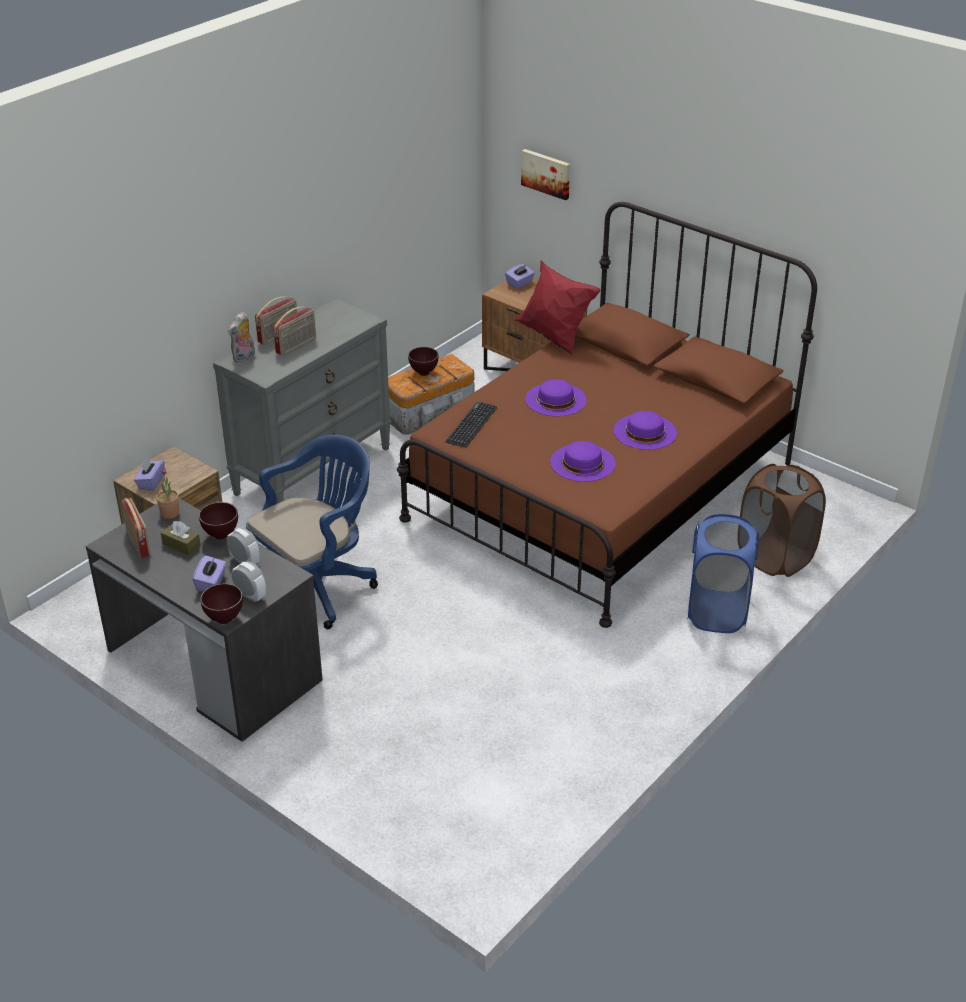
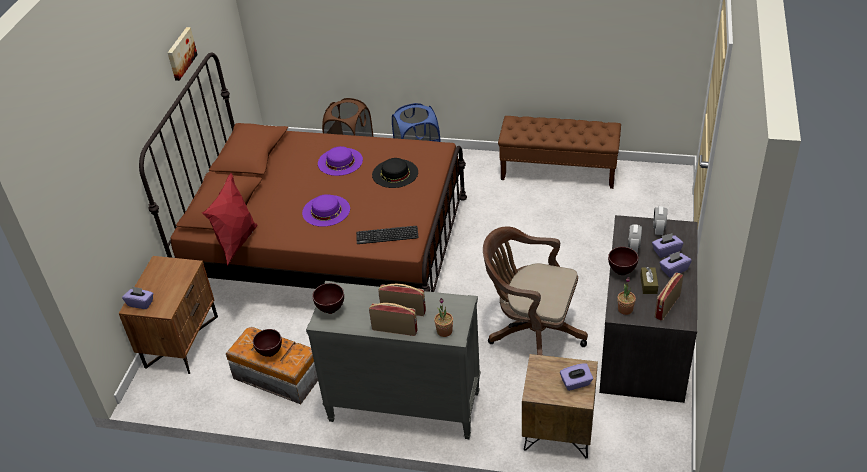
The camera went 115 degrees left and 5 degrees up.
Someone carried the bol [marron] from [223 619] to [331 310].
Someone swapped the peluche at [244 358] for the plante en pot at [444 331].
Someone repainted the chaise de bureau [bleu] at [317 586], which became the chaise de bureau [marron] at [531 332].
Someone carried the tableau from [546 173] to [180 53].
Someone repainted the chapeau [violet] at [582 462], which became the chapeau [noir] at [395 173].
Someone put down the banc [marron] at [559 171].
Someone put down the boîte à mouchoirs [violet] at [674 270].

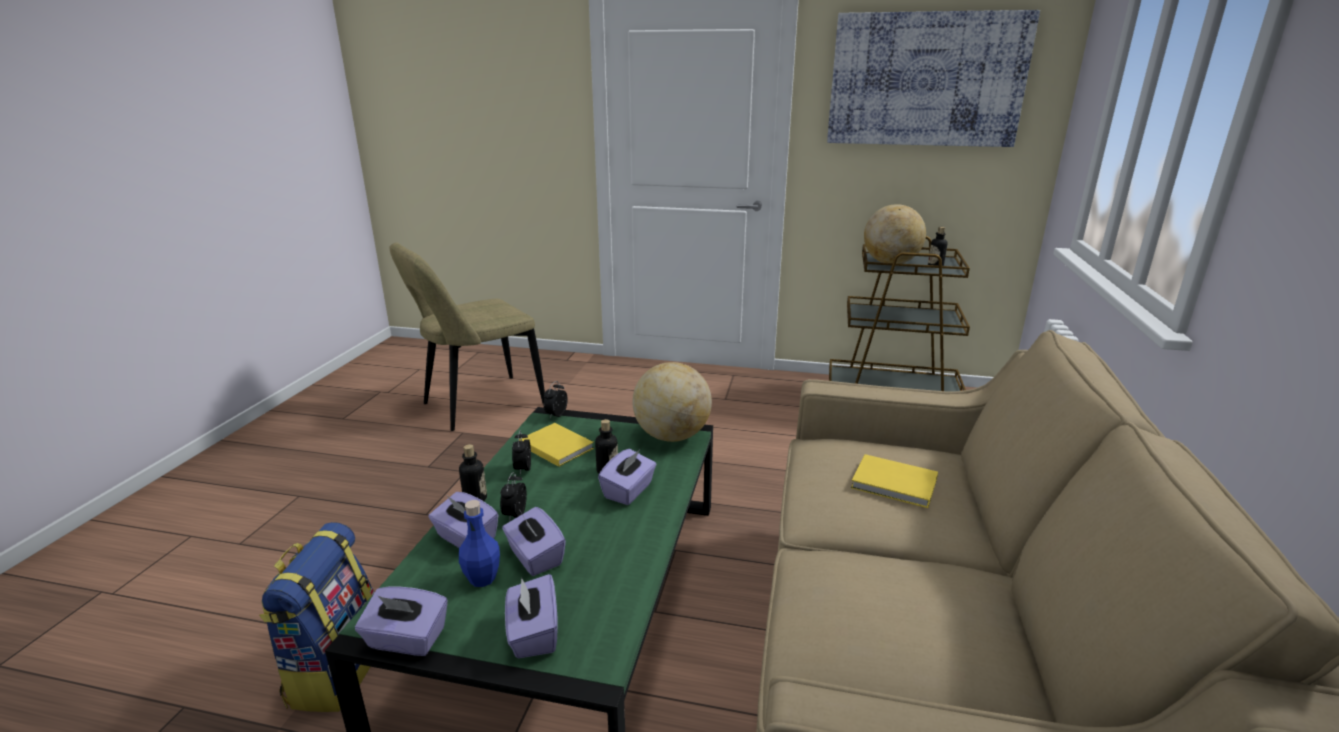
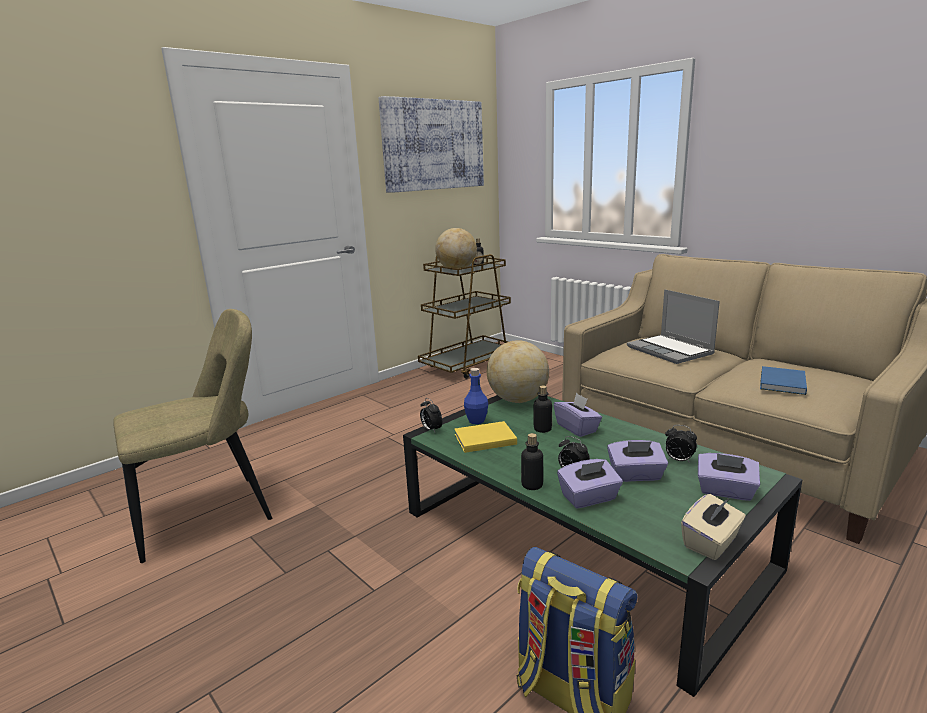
The camera went 55 degrees left and 5 degrees down.
Someone repainted the boîte à mouchoirs [violet] at [406 640], which became the boîte à mouchoirs [beige] at [711 542].
Someone rotated the chaise [beige] at [478 405] by 120 degrees counterclockwise.
Someone carried the bouteille [bleu] from [482 578] to [476 421].
Someone carried the réveil from [523 469] to [678 460].
Someone swapped the livre [jaune] at [896 485] for the ordinateur portable at [671 351].
Someone put down the livre [bleu] at [781 383].

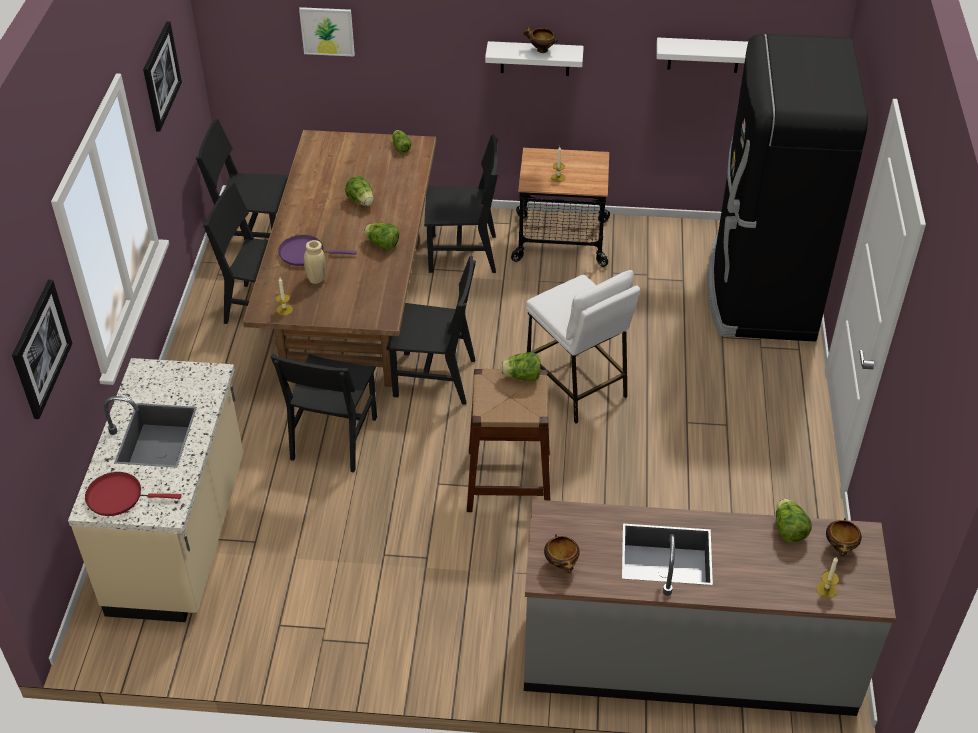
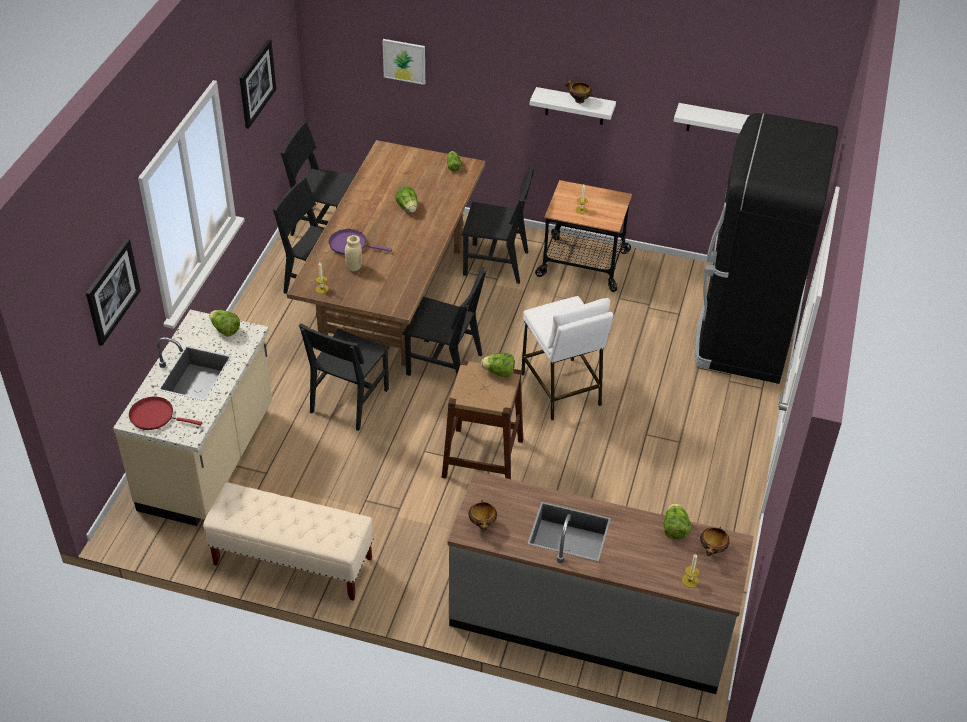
The camera went 10 degrees right and 0 degrees up.
Someone carried the laitue from [382 244] to [225 330].
Someone put down the banc [beige] at [292 561].

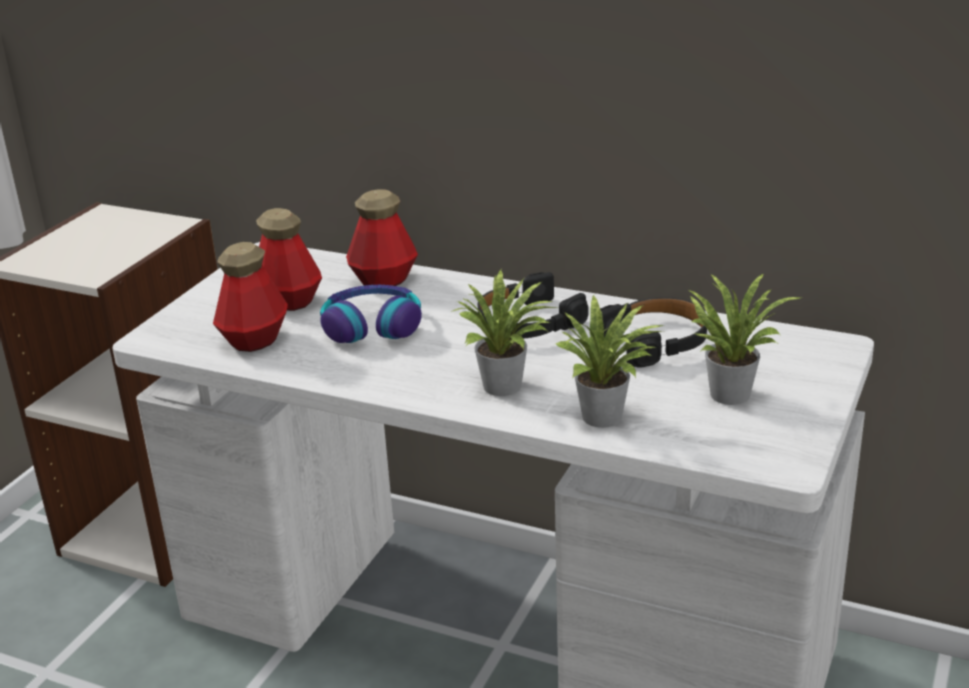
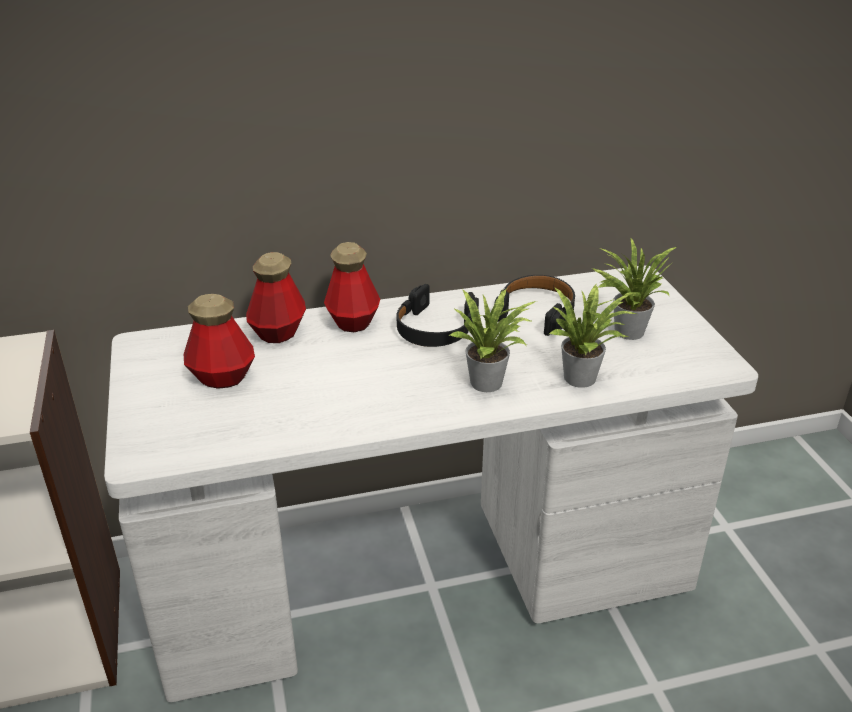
The camera went 40 degrees left and 5 degrees up.
Someone carried the bouteille from [254 340] to [353 322].
Someone took away the casque audio at [372 326].

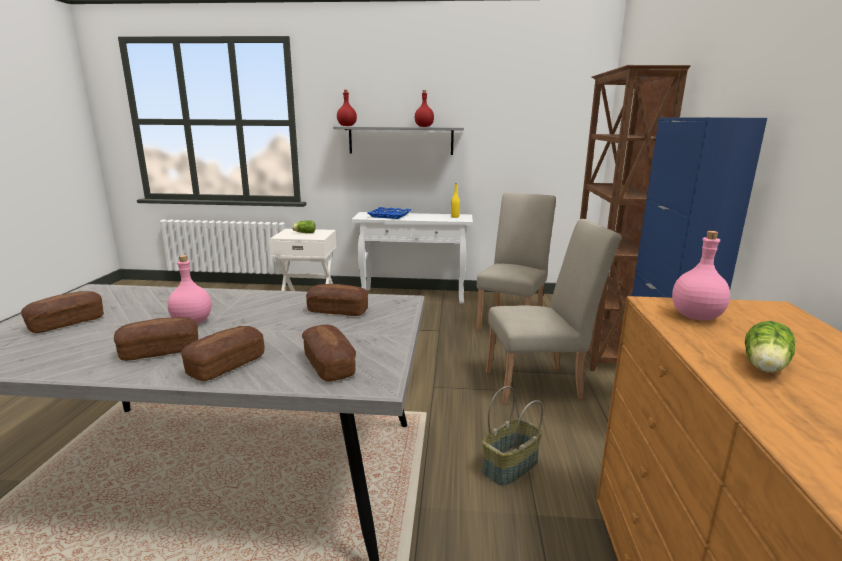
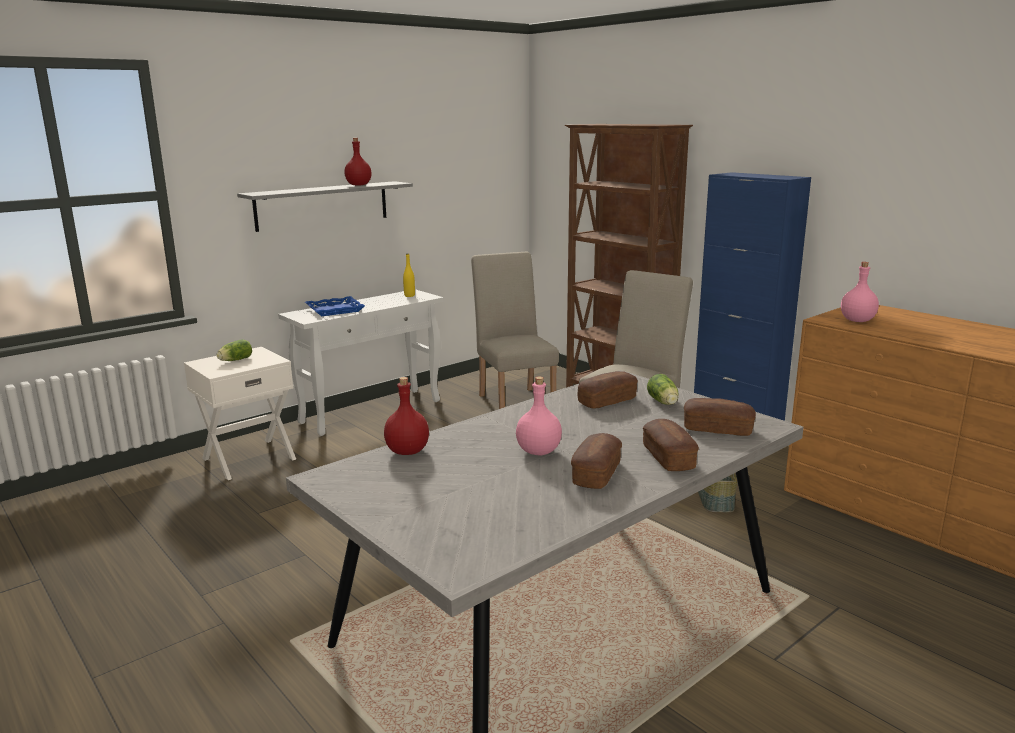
The camera went 45 degrees left and 0 degrees up.
Someone took away the pain at [67 323].
Someone carried the bouteille [rouge] from [346 126] to [407 452].
Someone carried the laitue from [764 367] to [663 402].

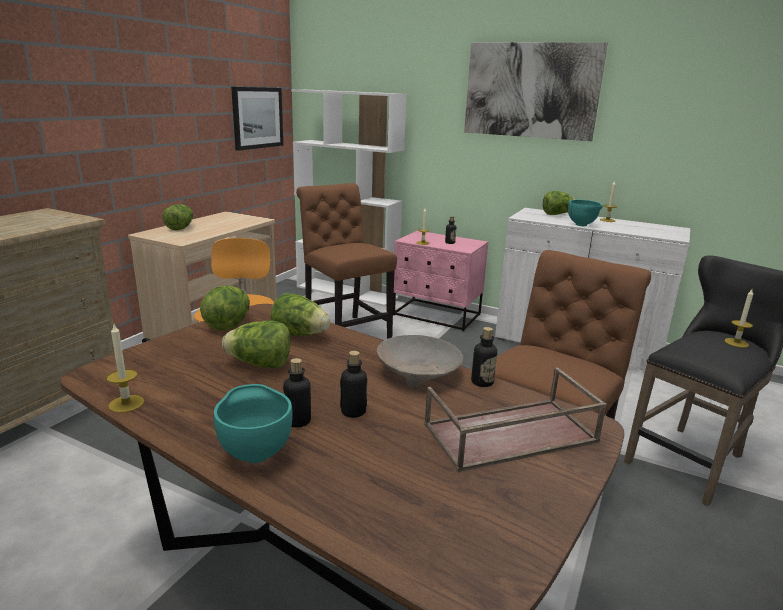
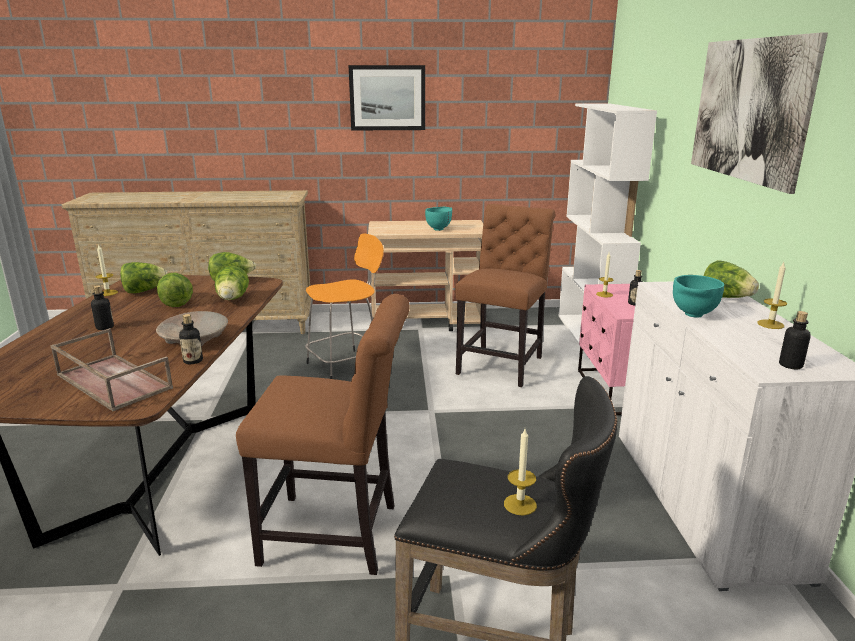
The camera went 60 degrees right and 0 degrees up.
Someone carried the laitue from [180 228] to [144 291].
Someone carried the bol [turquoise] from [255 452] to [439 229].
Someone carried the tableau from [257 118] to [387 98].
Someone carried the bouteille from [353 411] to [790 365].

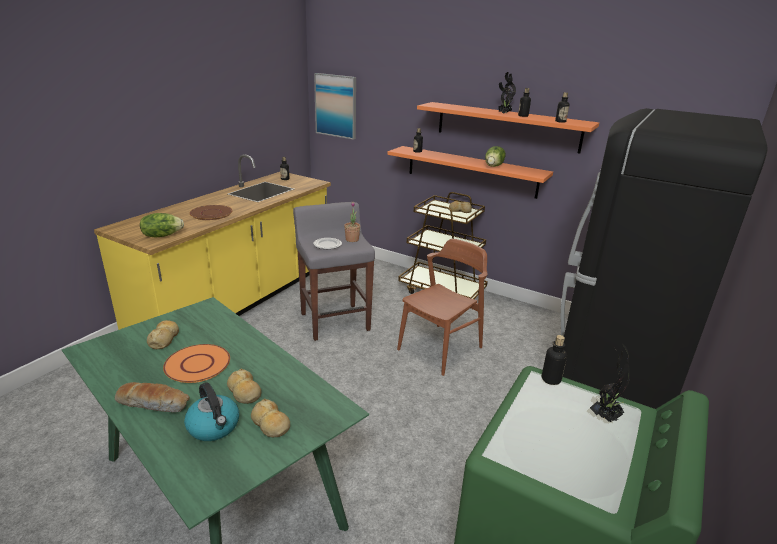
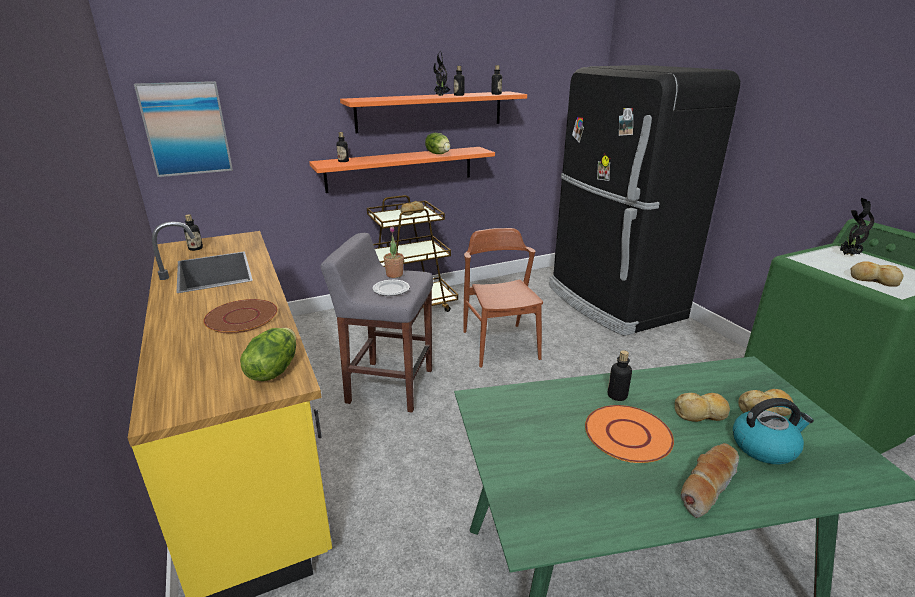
The camera went 55 degrees left and 0 degrees up.
Someone carried the pain from [164 339] to [873 280].
Someone carried the bouteille from [551 379] to [617 395].

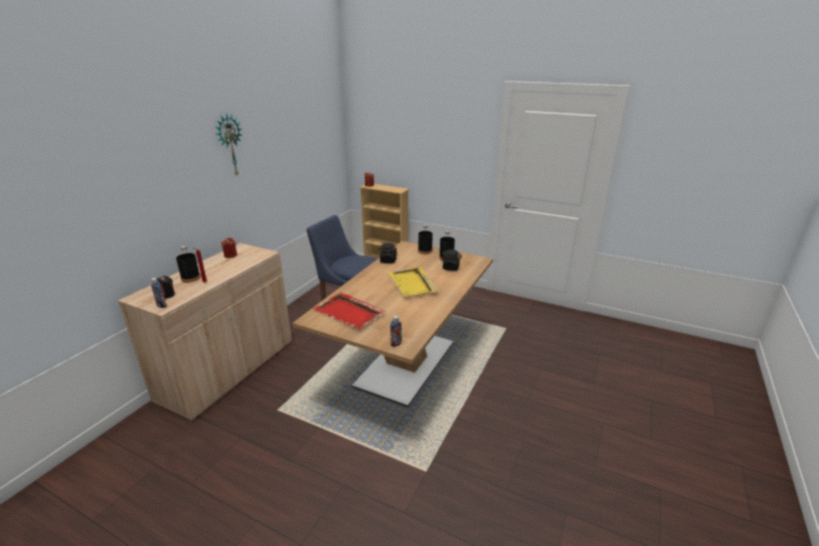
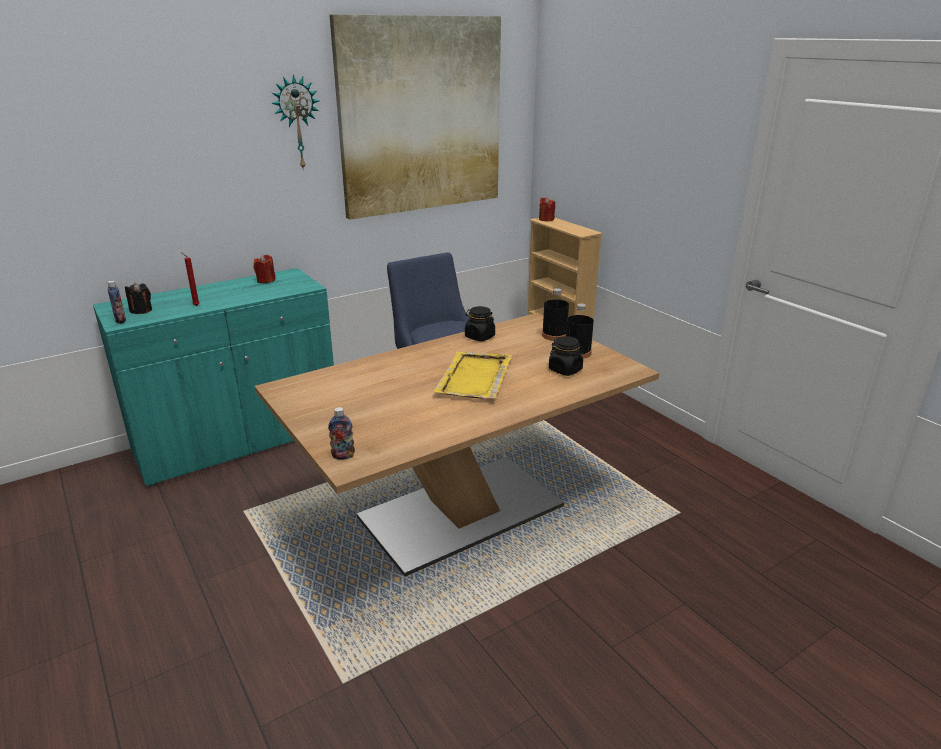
The camera went 30 degrees right and 0 degrees up.
Someone repainted the meuble de rangement [beige] at [228 370], which became the meuble de rangement [turquoise] at [239 440].
Someone took away the bouteille [noir] at [191 278].
Someone took away the plateau [rouge] at [349 313].
Someone put up the tableau at [421 116].

